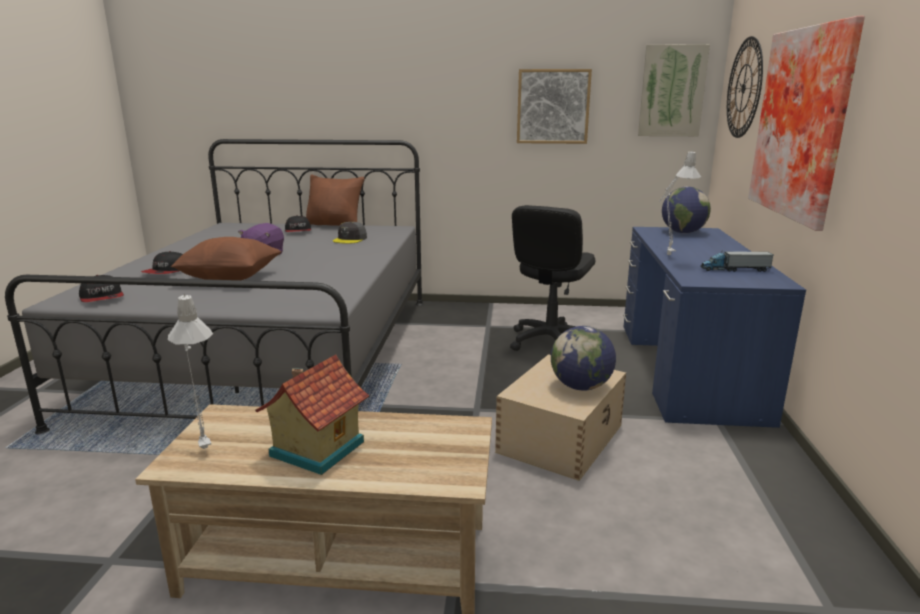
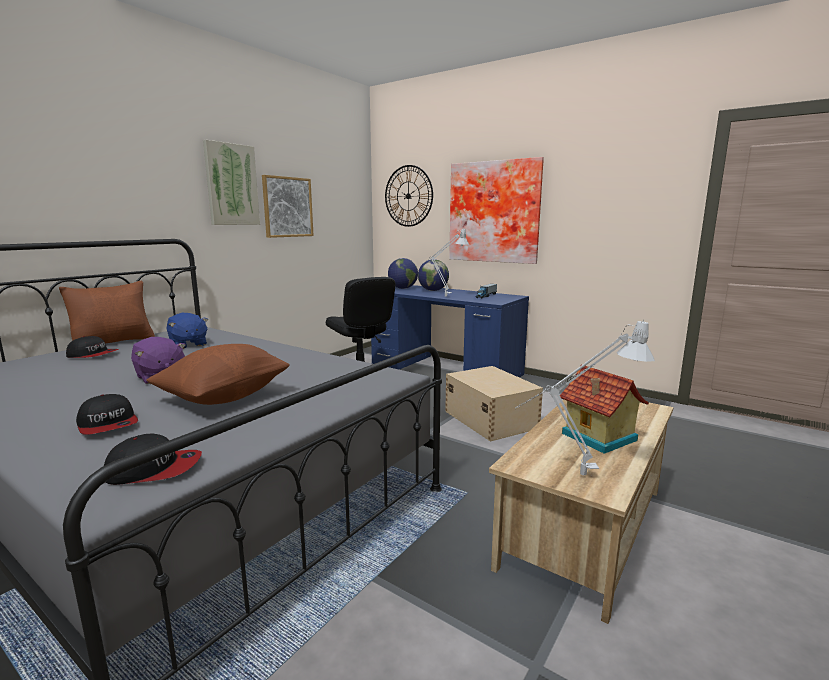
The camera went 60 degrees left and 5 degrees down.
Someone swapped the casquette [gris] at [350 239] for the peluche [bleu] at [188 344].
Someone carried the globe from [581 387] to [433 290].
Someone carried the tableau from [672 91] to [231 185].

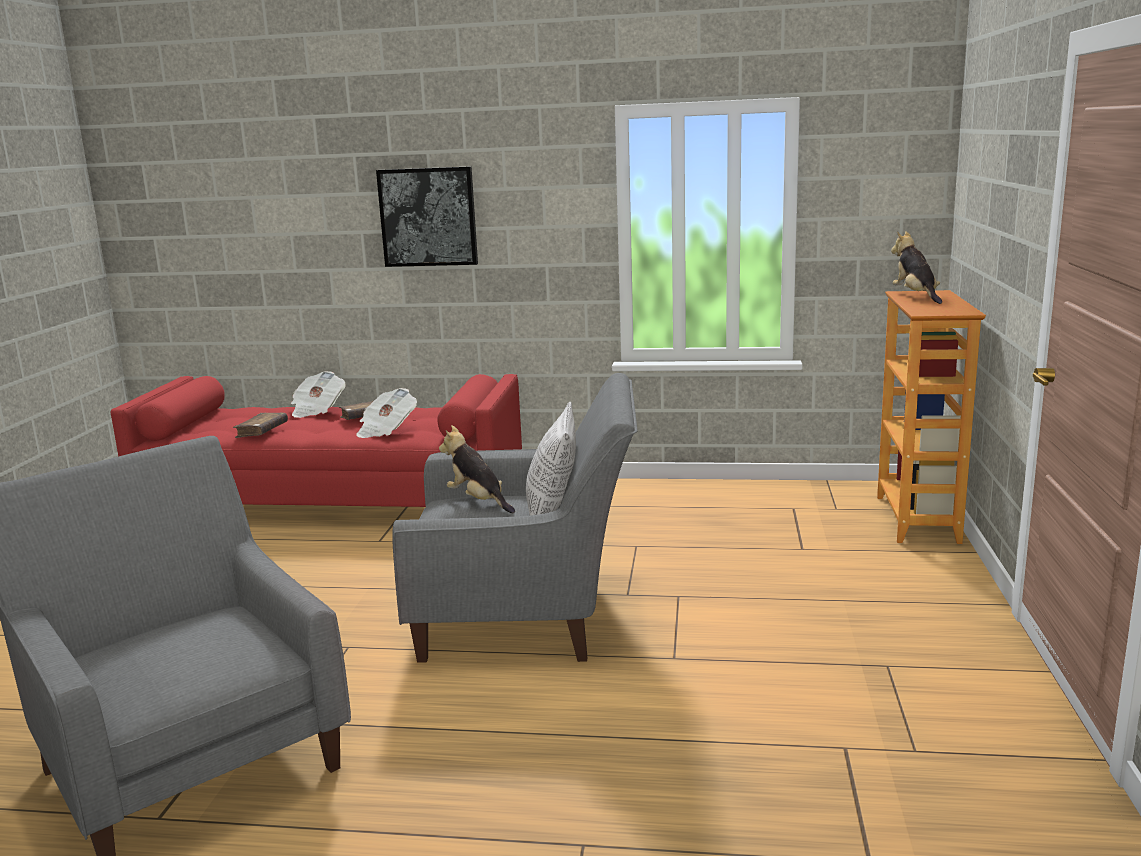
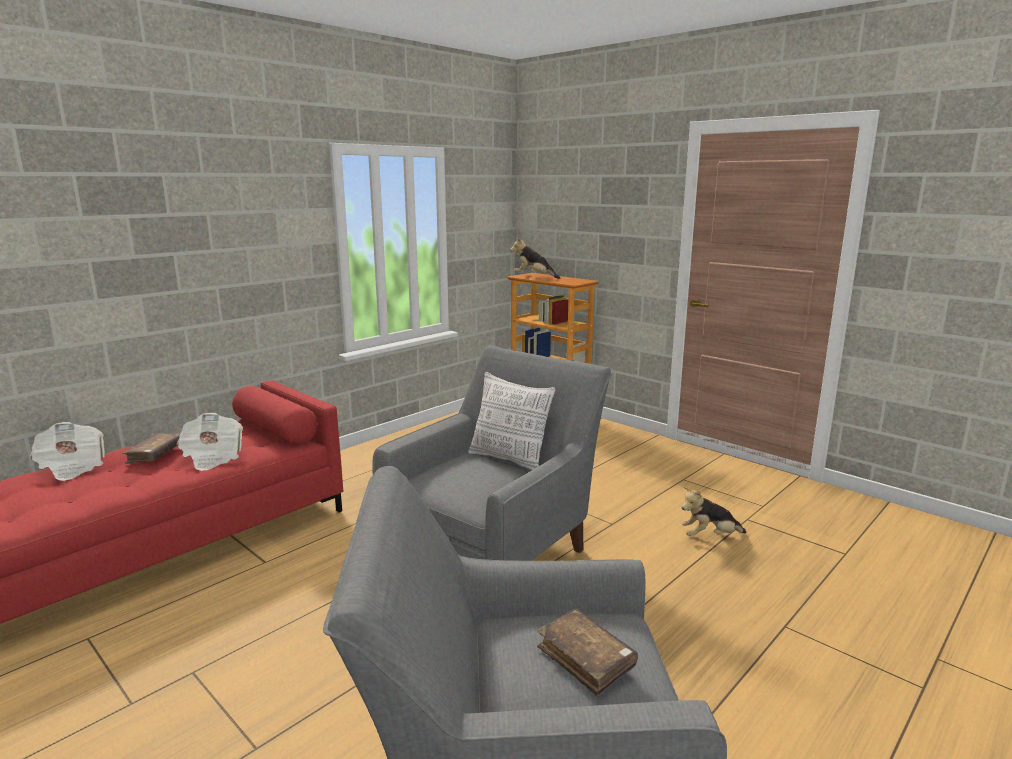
The camera went 55 degrees left and 0 degrees up.
Someone carried the livre [marron] from [262 431] to [586 659].
Someone took away the tableau at [428 217].
Someone carried the peluche from [478 501] to [709 536].

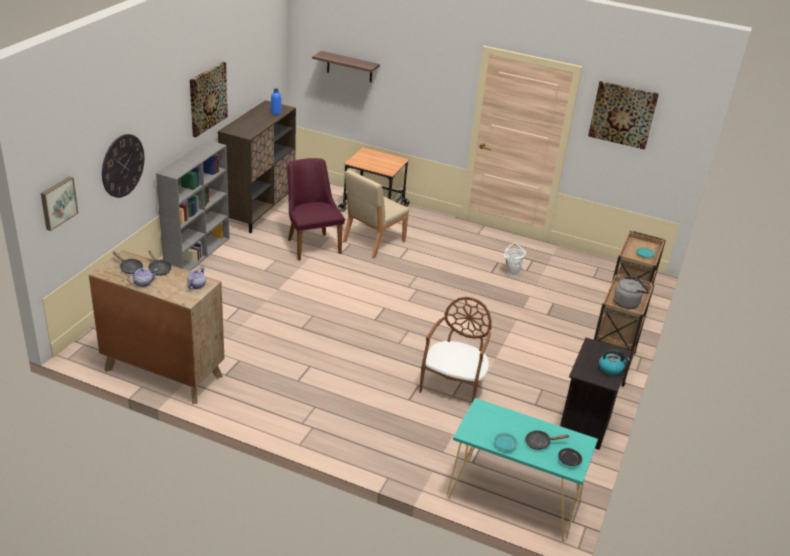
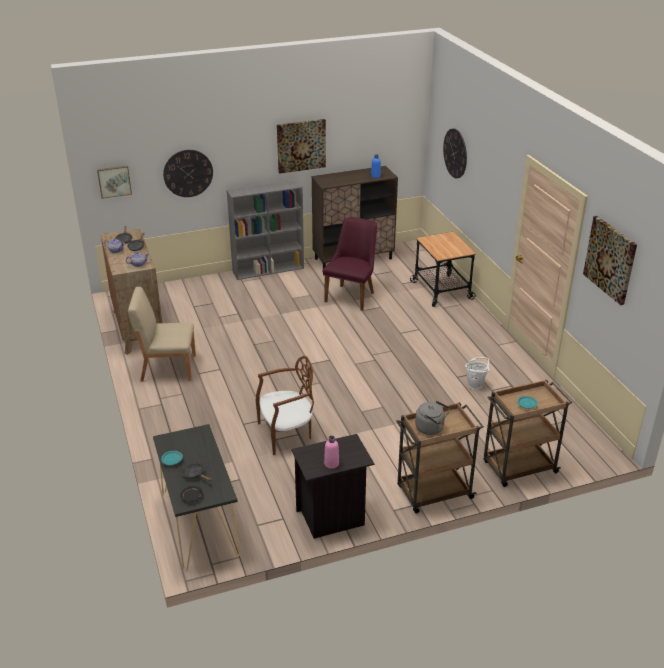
The camera went 50 degrees right and 0 degrees up.
Someone swapped the étagère at [349 67] for the horloge murale at [455 153].
Someone carried the chaise [beige] from [373 241] to [167 368].
Someone repainted the table console [turquoise] at [512 498], which became the table console [noir] at [199 522].
Someone swapped the bouilloire at [610 369] for the bouteille [rose] at [331 463].

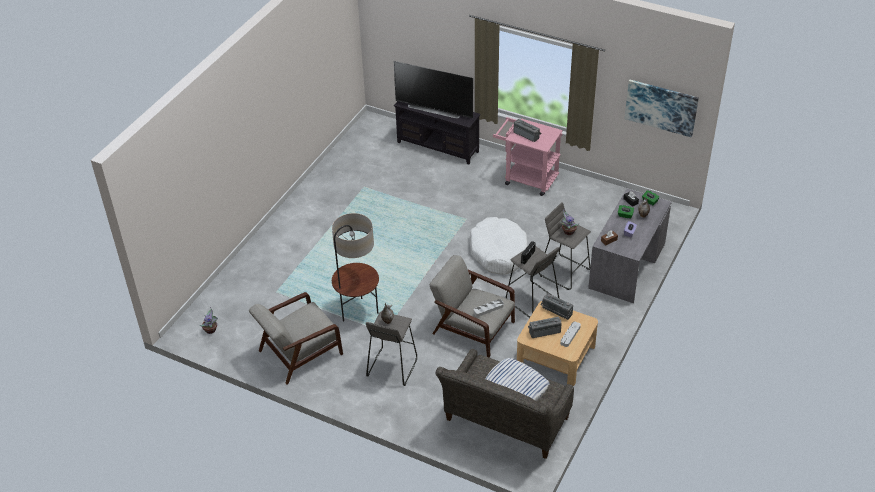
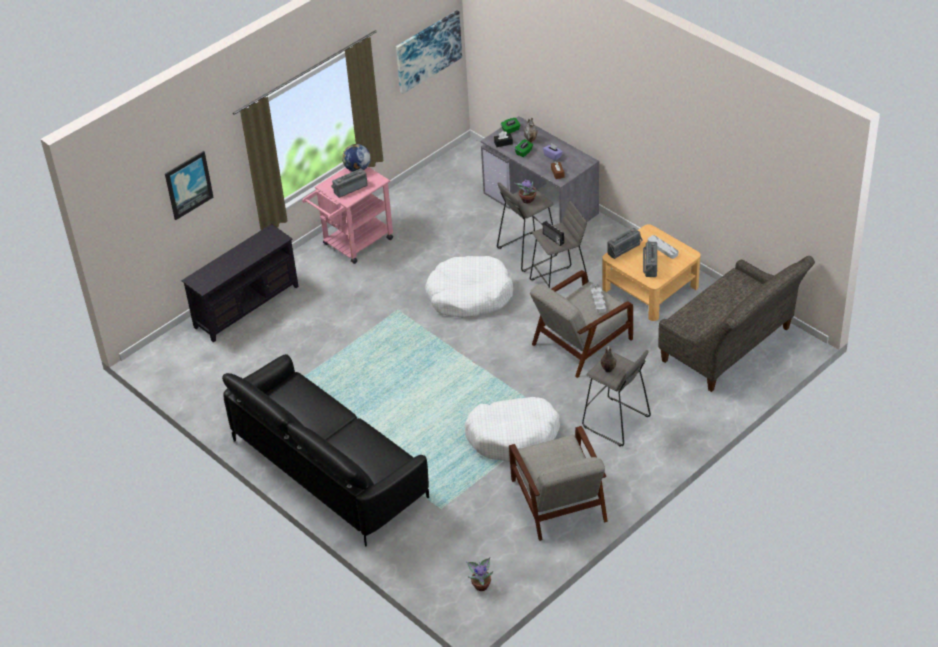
The camera went 70 degrees left and 0 degrees up.
Someone swapped the lampadaire at [358 312] for the panier pour chien [blanc] at [513 436].
Someone took away the téléviseur at [435 108].
Someone took away the coussin at [516 385].
Someone put up the tableau at [188 185].
Someone put down the canapé [noir] at [329 468].
Someone put down the globe at [357 169].

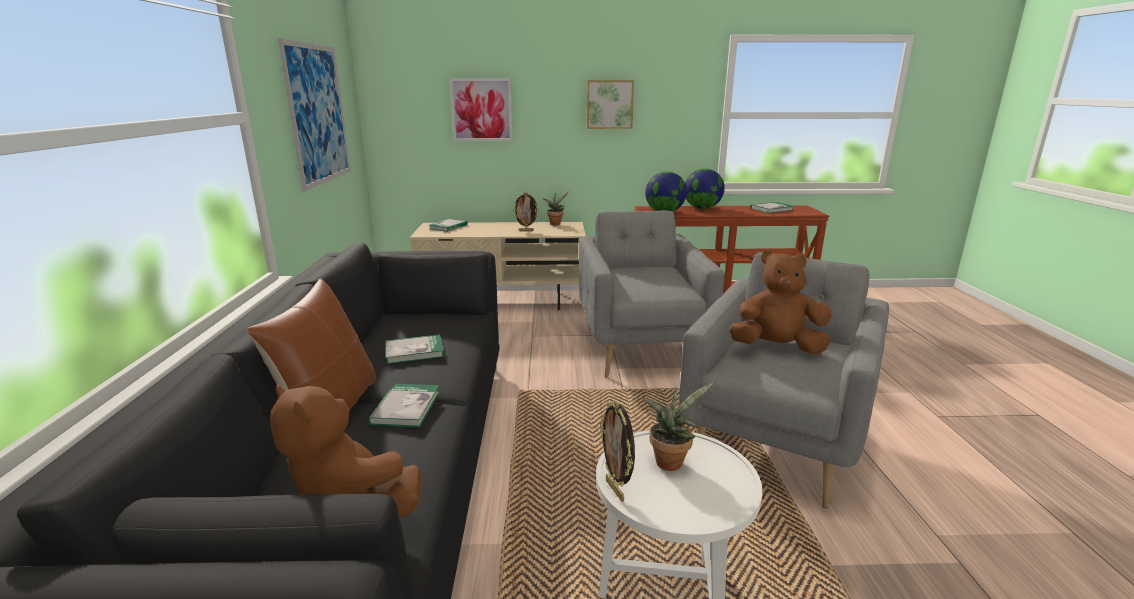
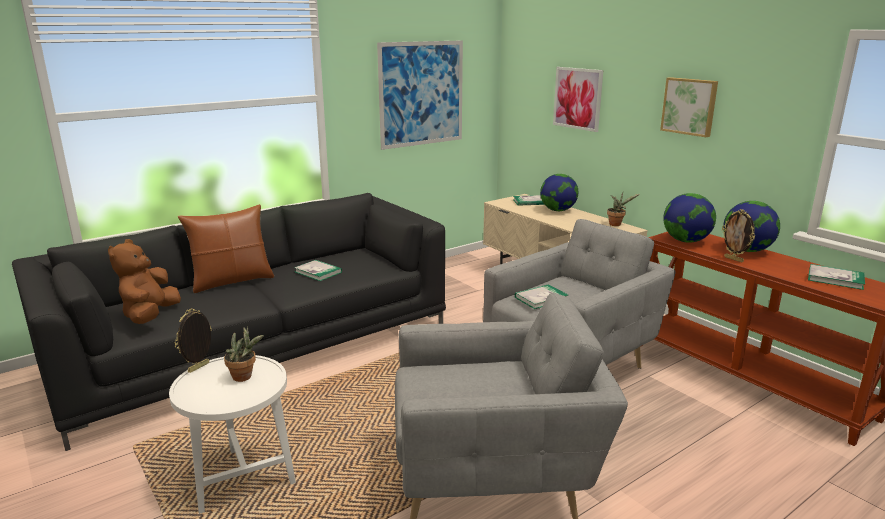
The camera went 55 degrees right and 0 degrees up.
Someone carried the livre from [406 408] to [541 298].
Someone carried the cadre photo from [526 230] to [734 259].
Someone took away the peluche [marron] at [776 347].
Someone put down the globe at [558 210].

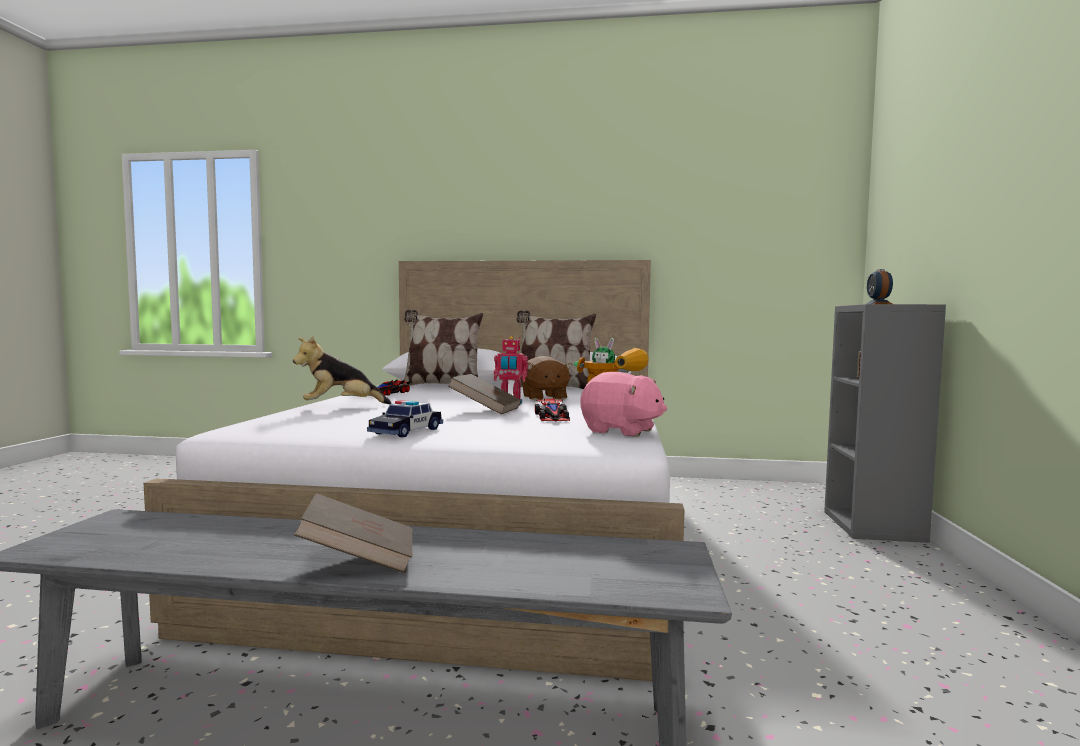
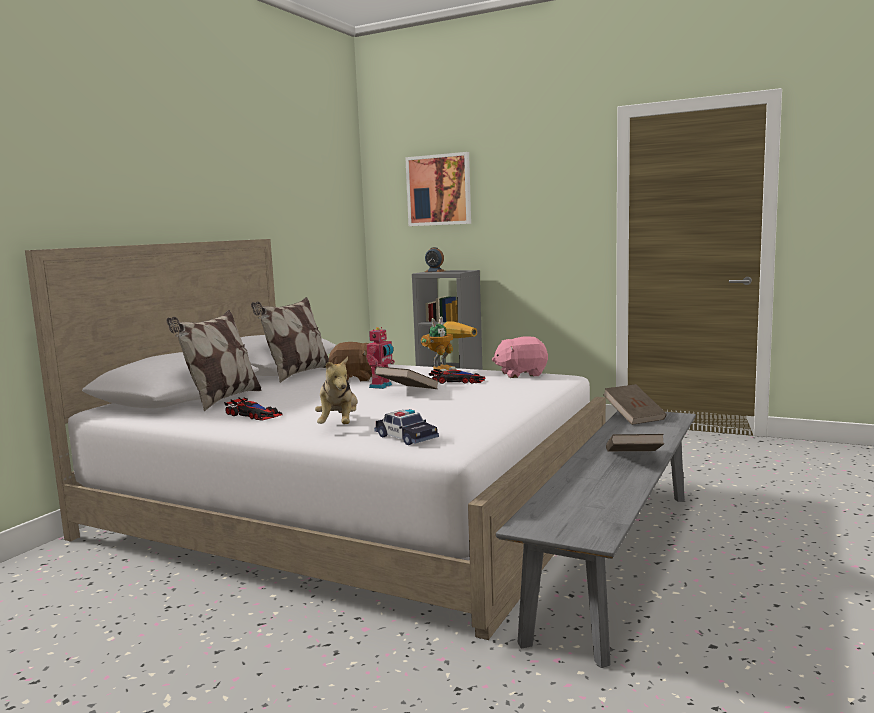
The camera went 70 degrees left and 5 degrees up.
Someone carried the petite voiture from [406 431] to [406 437].
Someone rotated the peluche [rose] at [621 431] by 150 degrees counterclockwise.
Someone put up the tableau at [439 190].
Someone put down the livre [marron] at [634 417].

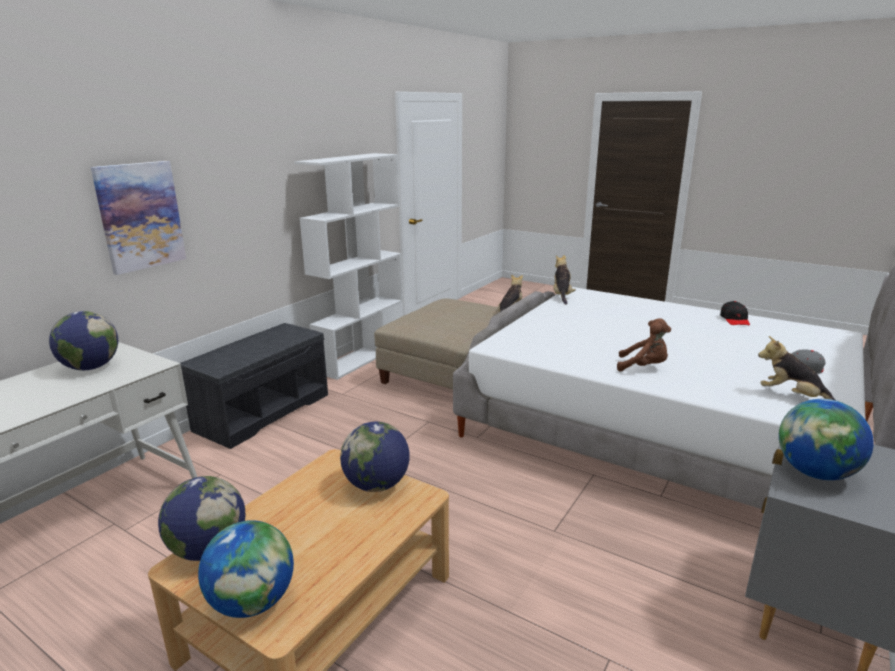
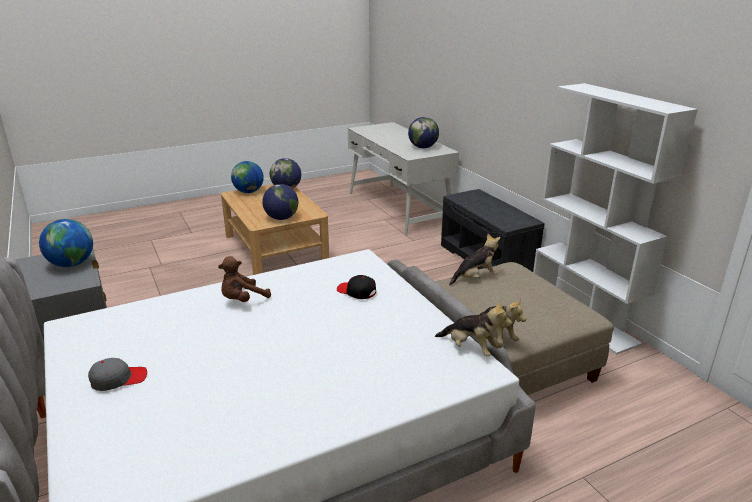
The camera went 120 degrees right and 5 degrees up.
Someone took away the tableau at [140 216].
Someone carried the casquette [noir] from [735 319] to [356 292].
Someone carried the peluche from [792 396] to [475 278].

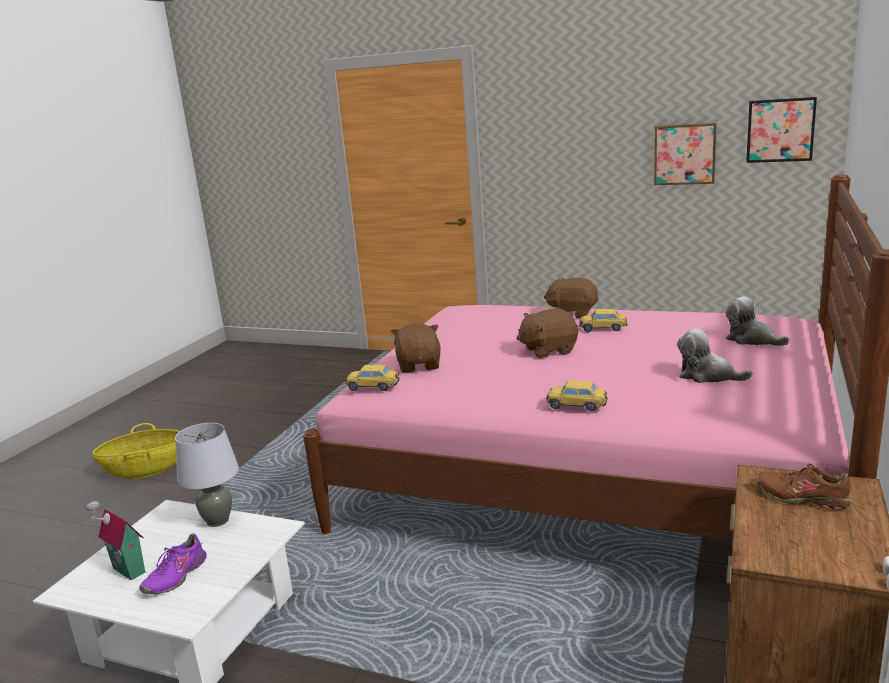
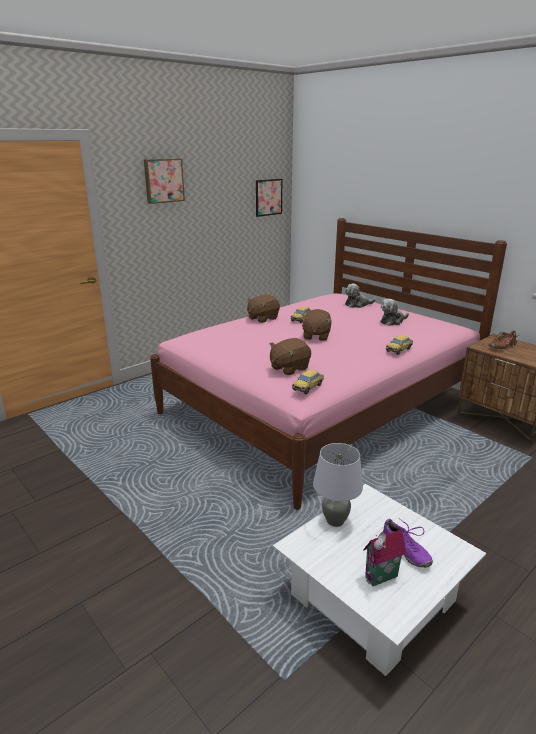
The camera went 65 degrees left and 5 degrees up.
Someone took away the panier at [145 468].
Someone rotated the peluche [marron] at [419 365] by 60 degrees counterclockwise.
Someone carried the tableau from [684 154] to [163 180].

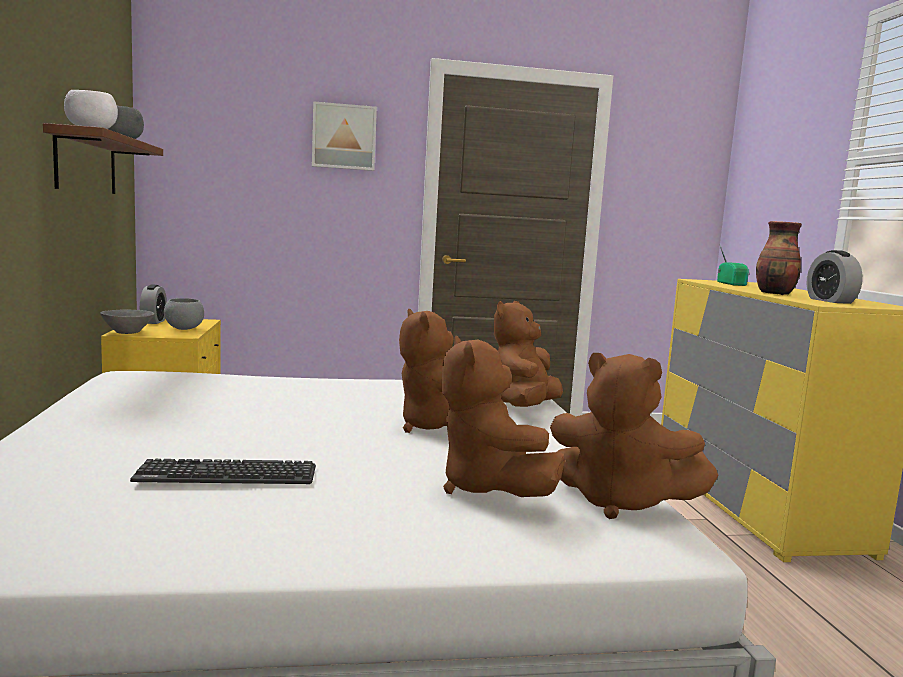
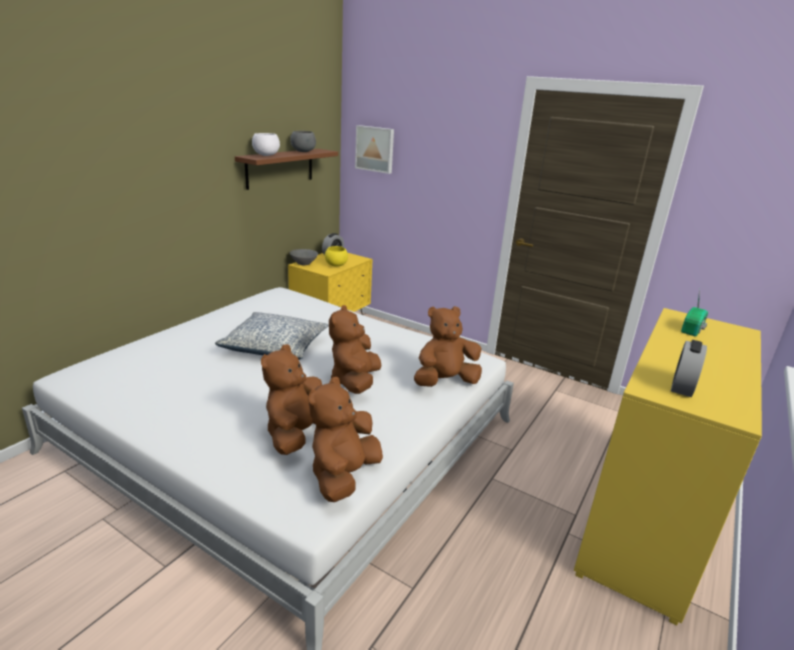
The camera went 40 degrees right and 15 degrees up.
Someone took away the clavier at [227 474].
Someone repainted the bol [gris] at [183 329], which became the bol [jaune] at [336 265].
Someone carried the tableau from [344 137] to [375 149].
Someone rotated the peluche [marron] at [619 502] by 45 degrees clockwise.
Someone took away the vase at [775 294].
Someone put down the coussin at [276 347].

